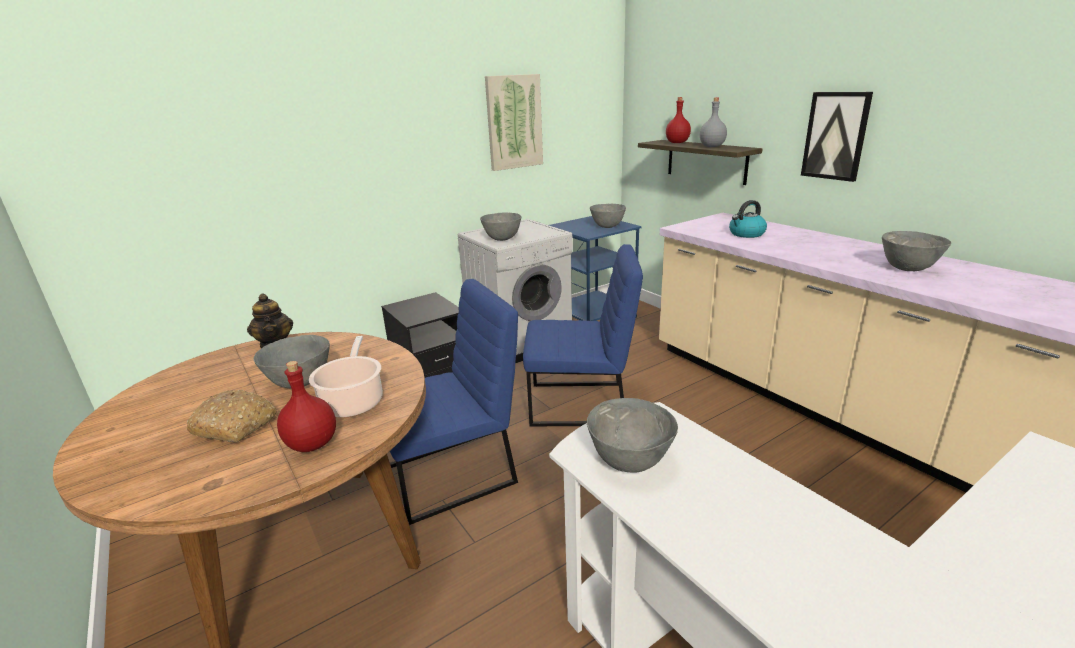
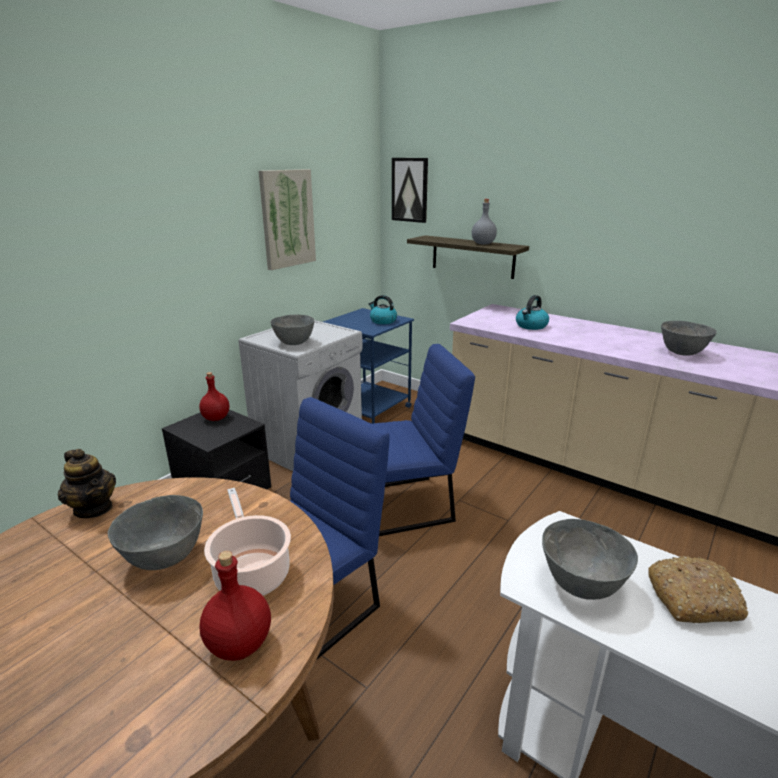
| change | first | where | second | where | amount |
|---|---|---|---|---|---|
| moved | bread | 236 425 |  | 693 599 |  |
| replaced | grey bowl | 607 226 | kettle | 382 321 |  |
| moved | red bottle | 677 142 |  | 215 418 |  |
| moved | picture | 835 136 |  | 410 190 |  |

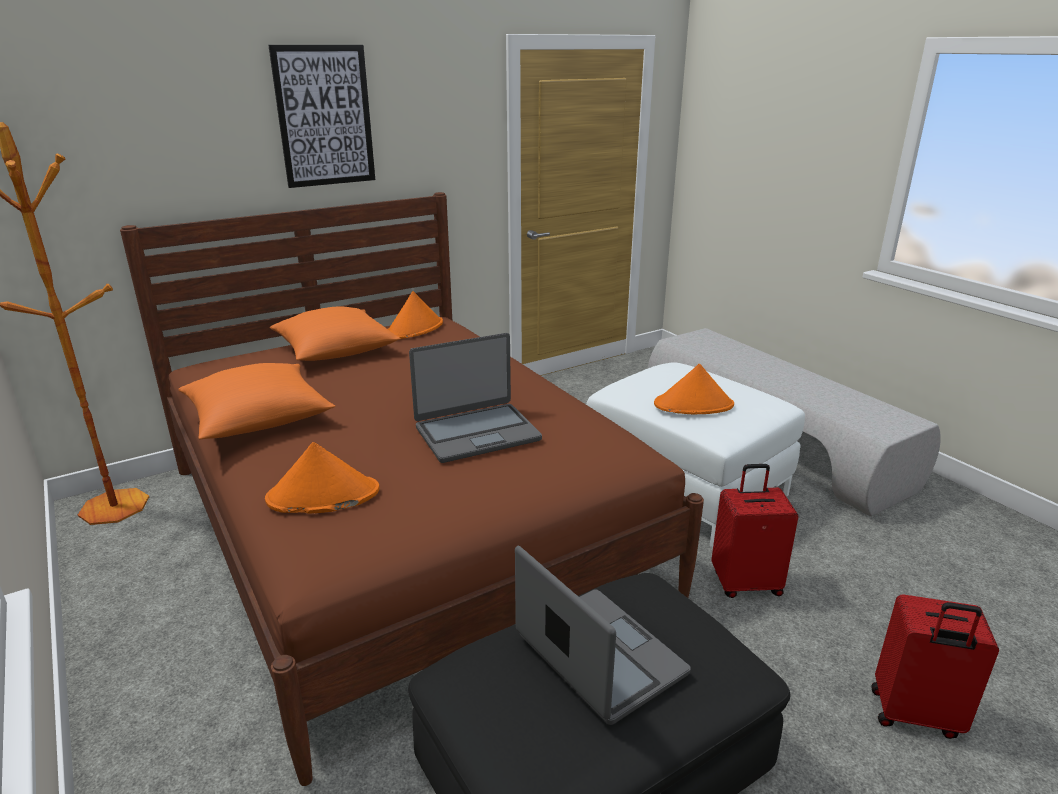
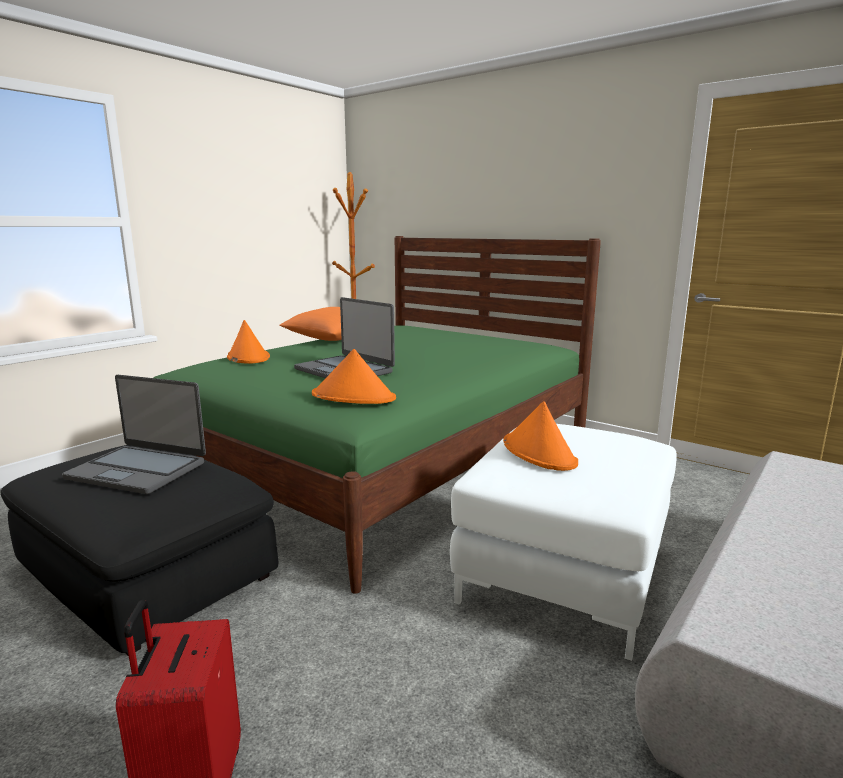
| change | first | where | second | where | amount |
|---|---|---|---|---|---|
| recoloured | brown bed | 403 527 | green bed | 386 459 |  |
| removed | picture | 324 116 |  |  |  |
| removed | orange pillow | 335 351 |  |  |  |
| moved | orange hat | 415 329 |  | 354 397 |  |
| turned | laptop | 598 656 |  | 138 470 | 75 degrees clockwise |
| removed | red suitcase | 745 583 |  |  |  |

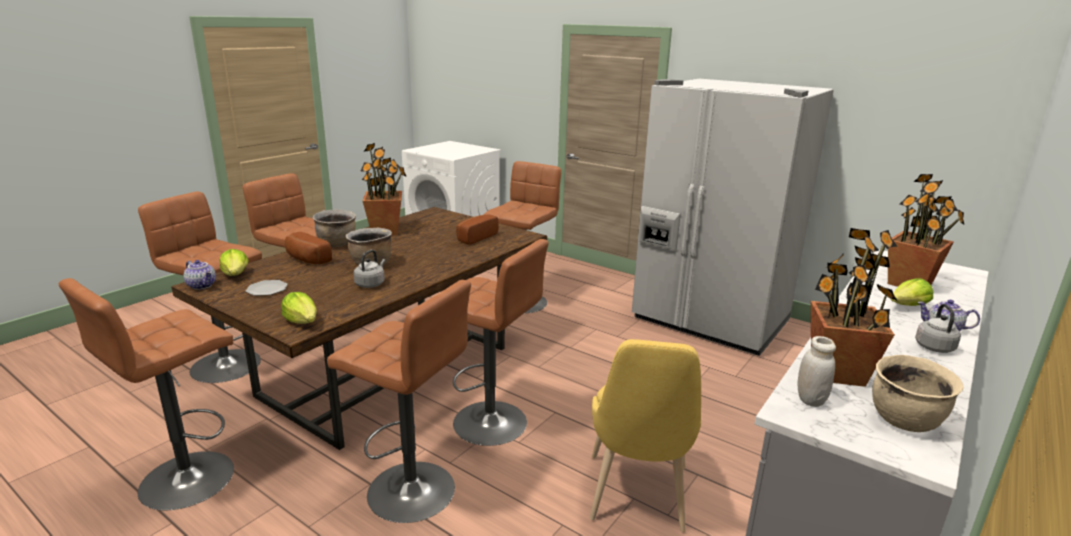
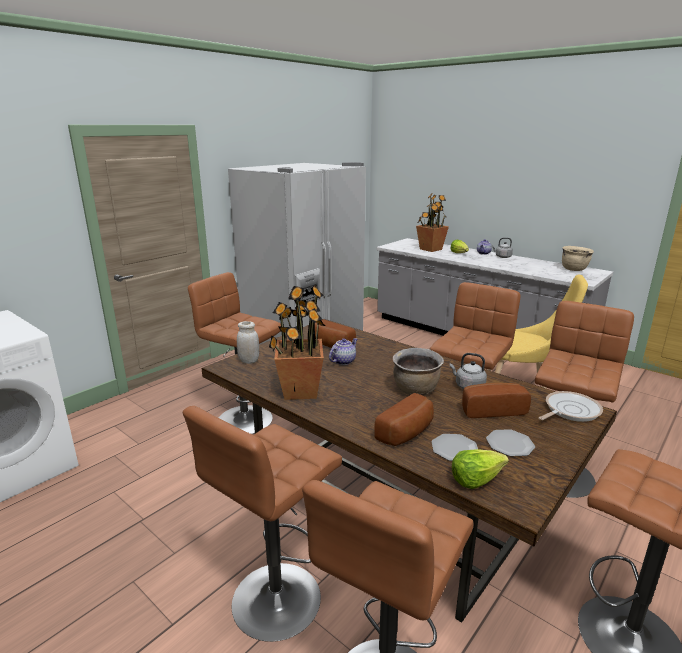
| change | first | where | second | where | amount |
|---|---|---|---|---|---|
| moved | teapot | 202 285 |  | 343 361 |  |
| replaced | lettuce | 302 321 | frying pan | 569 410 |  |
| removed | brown cooking pot | 337 244 |  |  |  |
| moved | white jar | 810 400 |  | 249 361 |  |
| removed | potted plant | 836 373 |  |  |  |
| added |  |  | plate | 455 449 |  |
| added |  |  | bread | 491 409 |  |

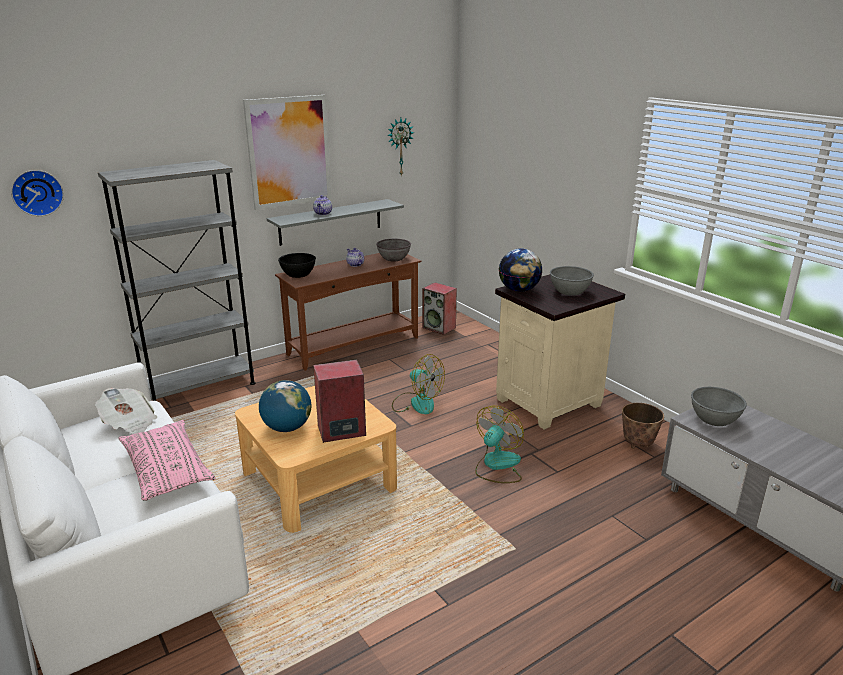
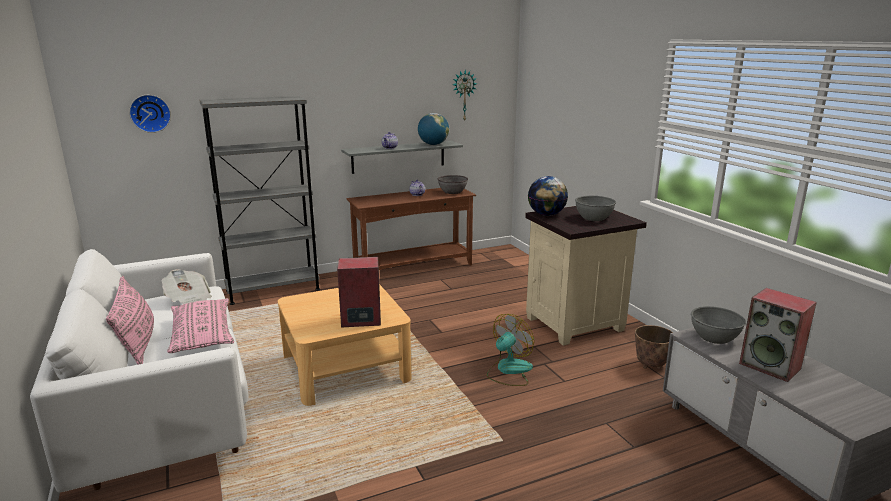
| change | first | where | second | where | amount |
|---|---|---|---|---|---|
| removed | picture | 289 152 |  |  |  |
| moved | globe | 287 428 |  | 433 144 |  |
| removed | black bowl | 298 274 |  |  |  |
| removed | fan | 416 403 |  |  |  |
| moved | speaker | 439 328 |  | 771 366 |  |
| added |  |  | pink pillow | 137 344 |  |

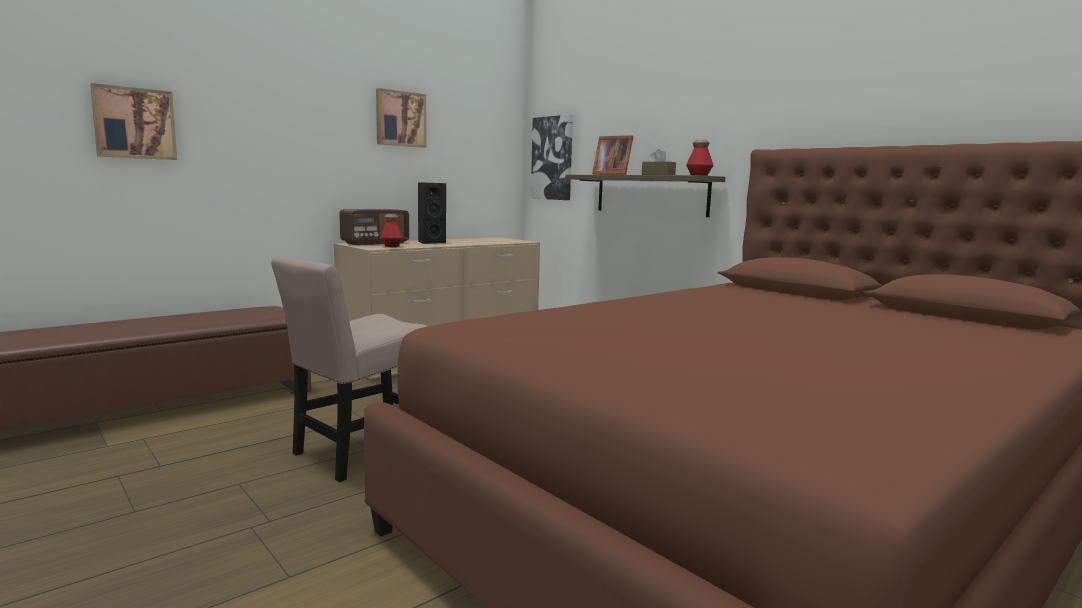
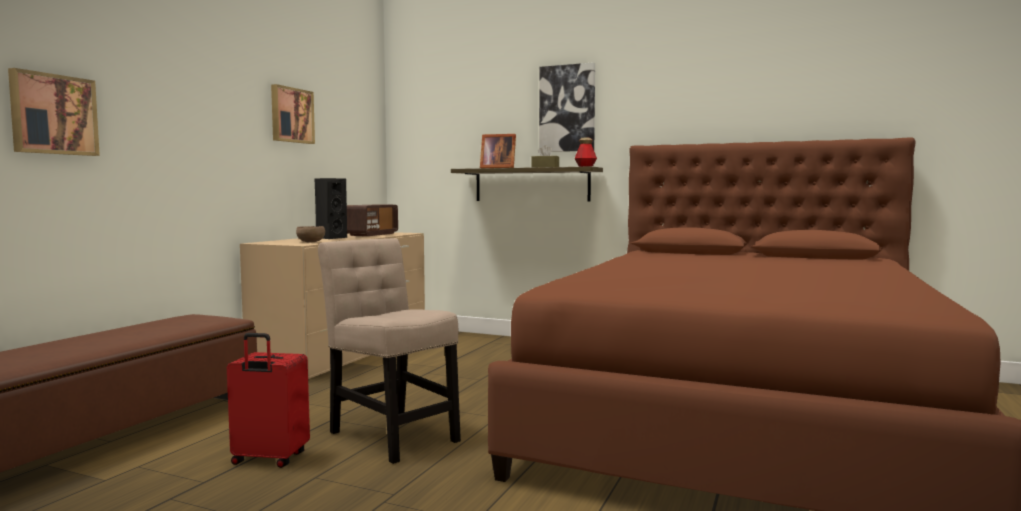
| change | first | where | second | where | amount |
|---|---|---|---|---|---|
| turned | beige chair | 359 452 |  | 391 434 | 120 degrees clockwise |
| moved | radio | 375 243 |  | 372 234 |  |
| replaced | bottle | 391 246 | brown bowl | 310 242 |  |
| moved | picture | 553 158 |  | 567 108 |  |
| added |  |  | red suitcase | 269 459 |  |

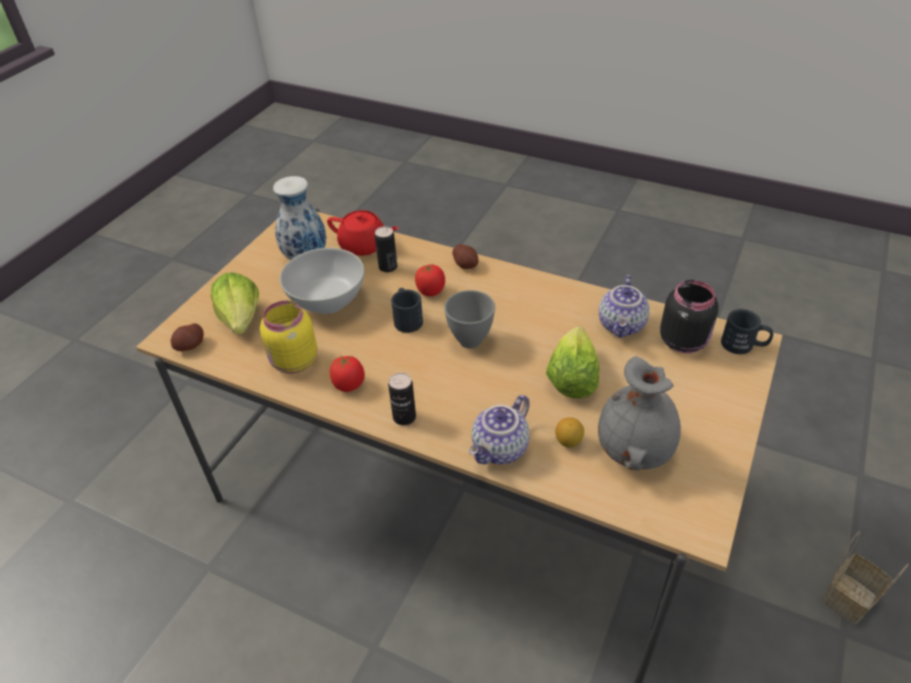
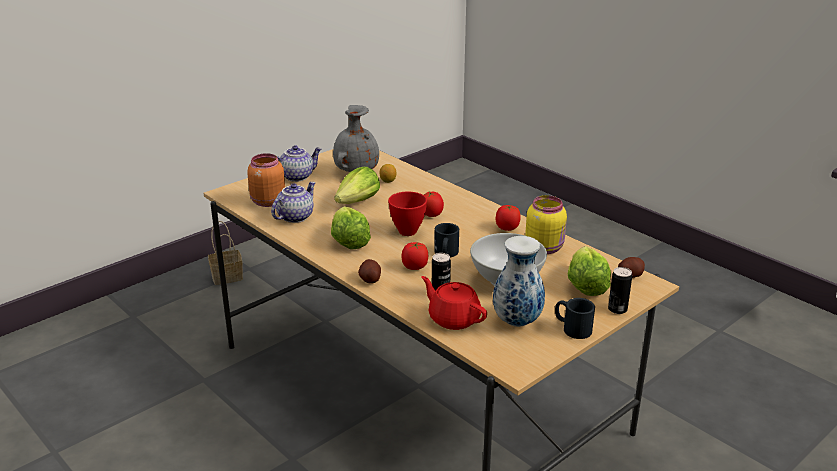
| change | first | where | second | where | amount |
|---|---|---|---|---|---|
| moved | can | 404 417 |  | 617 309 |  |
| recoloured | grey bowl | 469 341 | red bowl | 408 231 |  |
| moved | teapot | 501 449 |  | 297 176 |  |
| recoloured | black jar | 684 341 | orange jar | 267 202 |  |
| moved | black mug | 744 345 |  | 572 328 |  |
| added |  |  | lettuce | 349 241 |  |
| added |  |  | tomato | 431 214 |  |

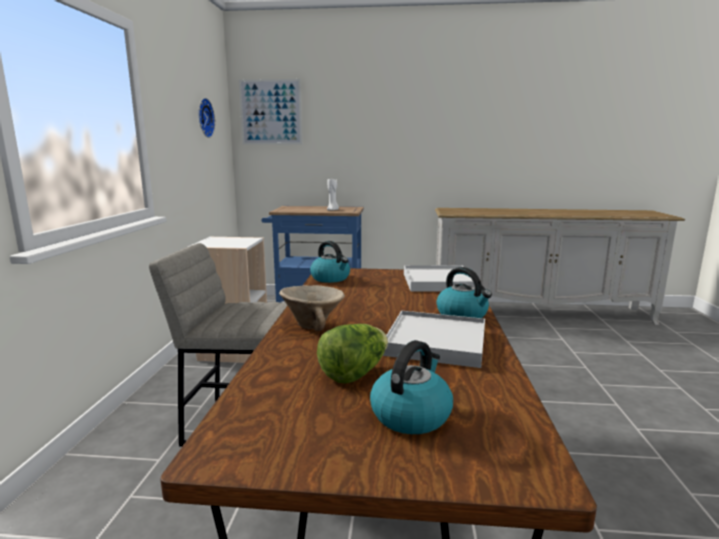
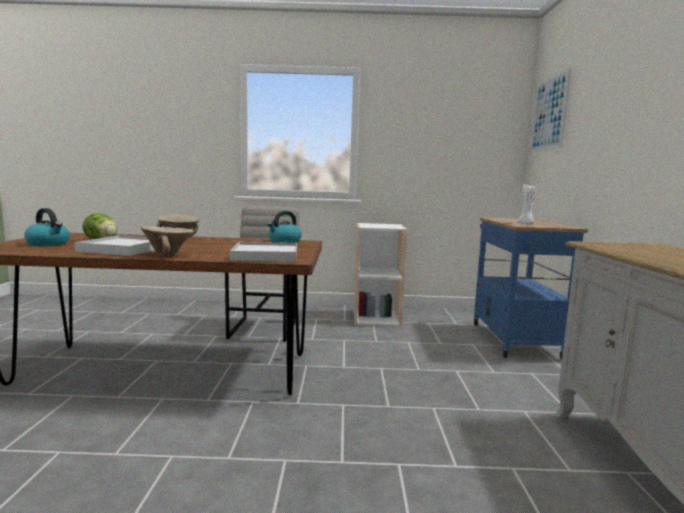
| change | first | where | second | where | amount |
|---|---|---|---|---|---|
| removed | wall clock | 204 118 |  |  |  |
| replaced | kettle | 462 315 | beige bowl | 169 255 |  |

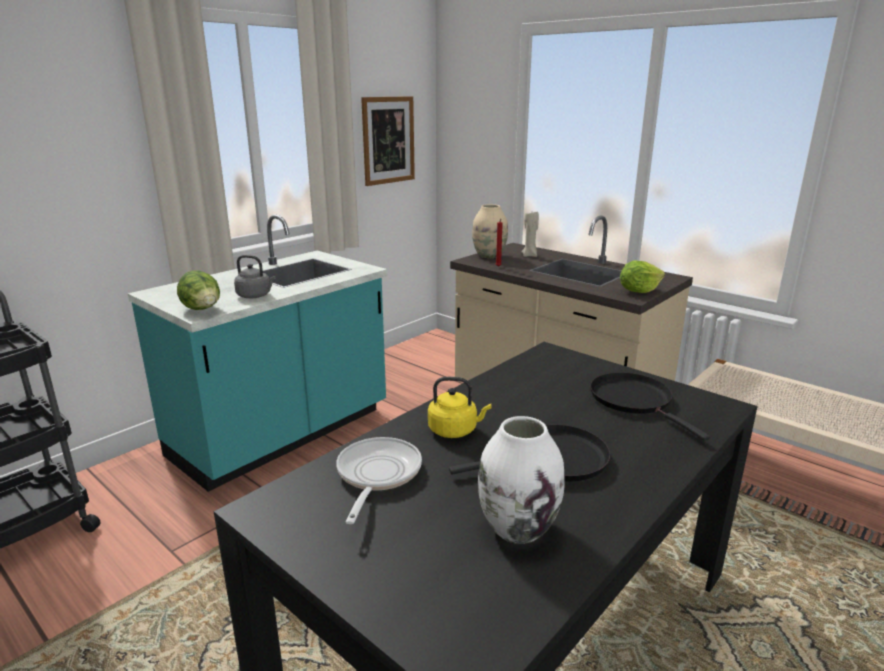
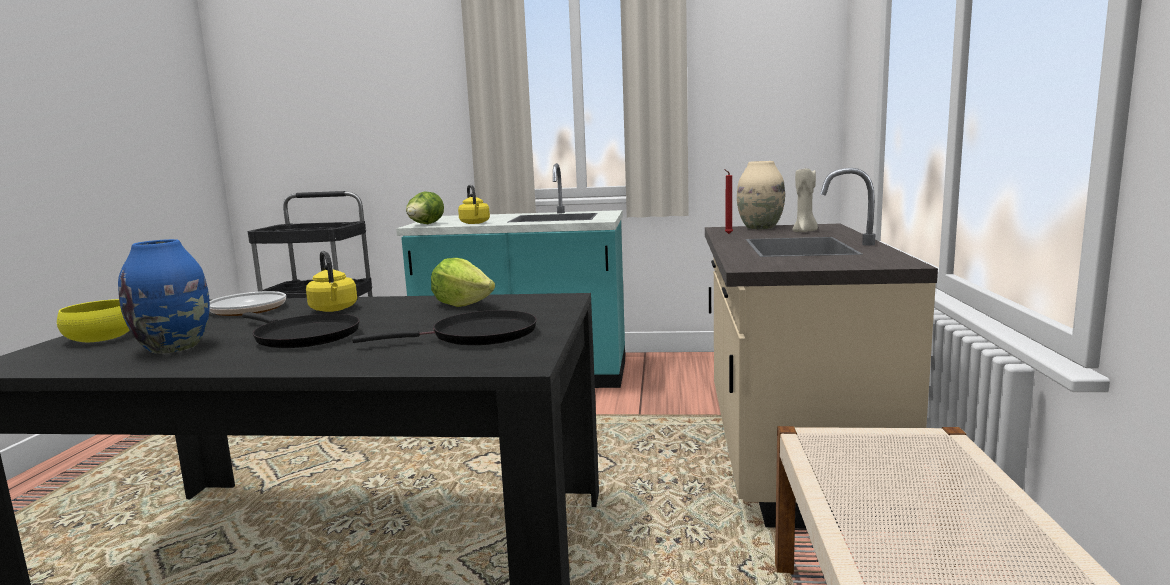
| change | first | where | second | where | amount |
|---|---|---|---|---|---|
| recoloured | grey kettle | 255 296 | yellow kettle | 475 223 |  |
| removed | picture | 388 140 |  |  |  |
| recoloured | white vase | 518 528 | blue vase | 175 347 |  |
| turned | black frying pan | 634 400 |  | 477 335 | 45 degrees clockwise |
| moved | lettuce | 638 291 |  | 462 304 |  |
| added |  |  | yellow bowl | 101 338 |  |

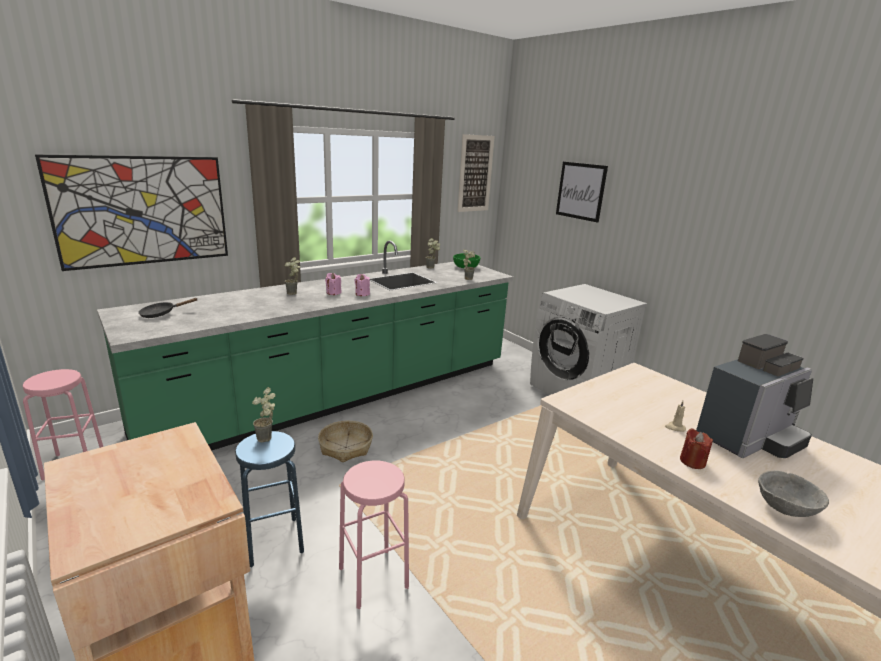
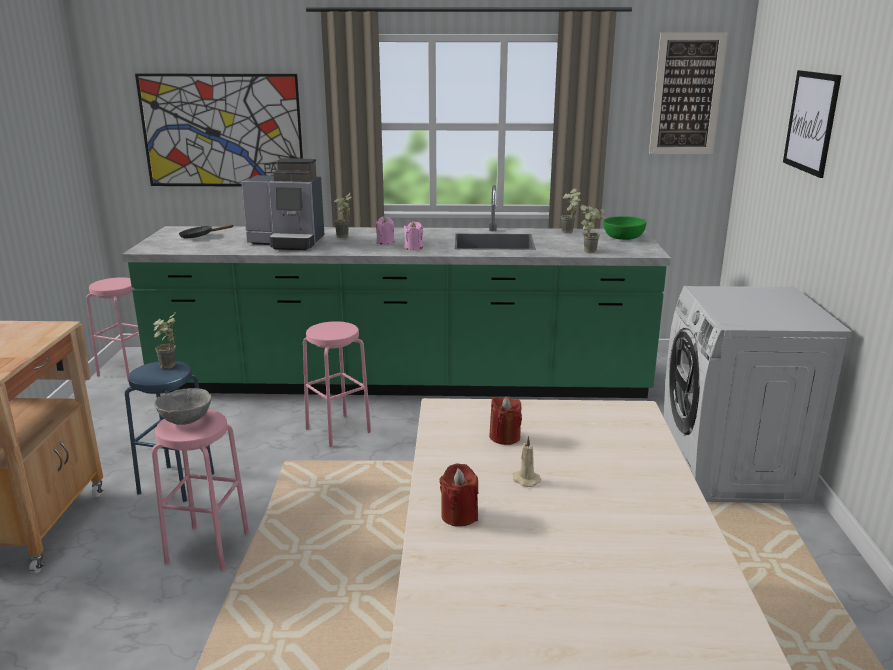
| change | first | where | second | where | amount |
|---|---|---|---|---|---|
| replaced | basket | 346 447 | pink stool | 338 430 |  |
| moved | coffee machine | 749 439 |  | 288 242 |  |
| moved | grey bowl | 786 509 |  | 185 421 |  |
| added |  |  | red candle | 504 437 |  |

